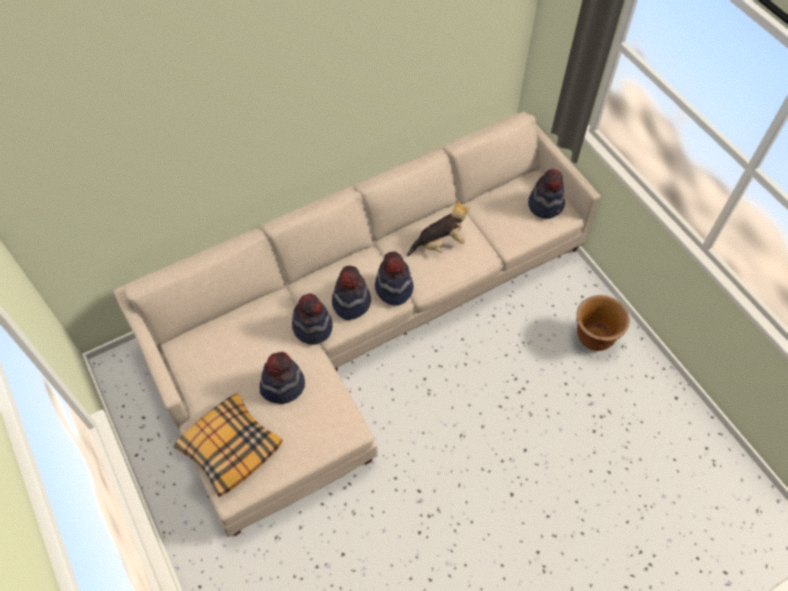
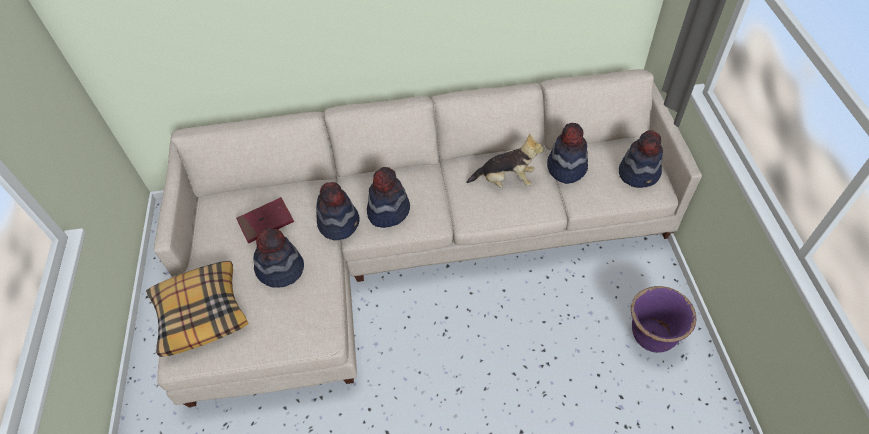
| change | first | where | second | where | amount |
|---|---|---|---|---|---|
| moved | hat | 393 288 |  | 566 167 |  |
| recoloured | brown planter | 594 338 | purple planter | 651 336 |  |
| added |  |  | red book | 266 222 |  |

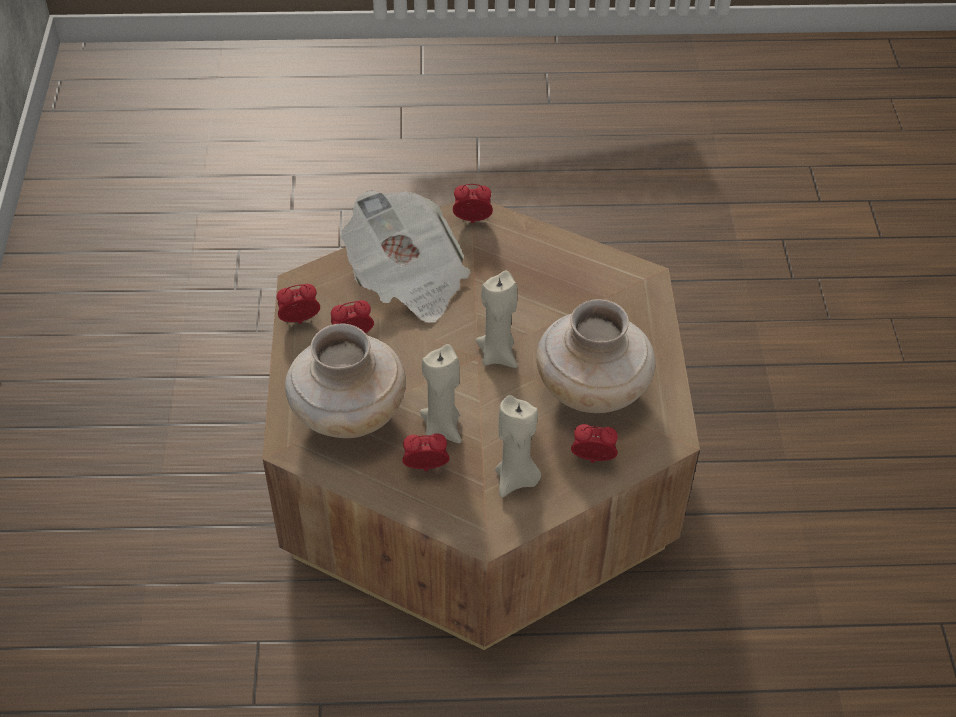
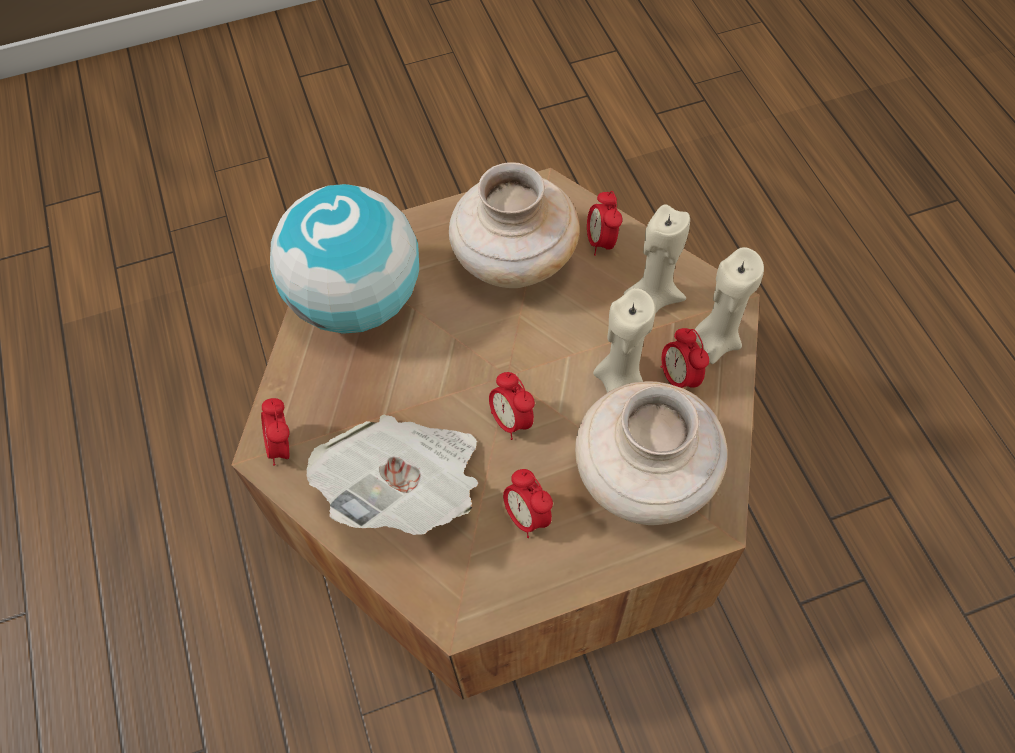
| change | first | where | second | where | amount |
|---|---|---|---|---|---|
| moved | alarm clock | 300 321 |  | 511 420 |  |
| moved | beige candle | 498 354 |  | 716 341 |  |
| added |  |  | globe | 357 301 |  |

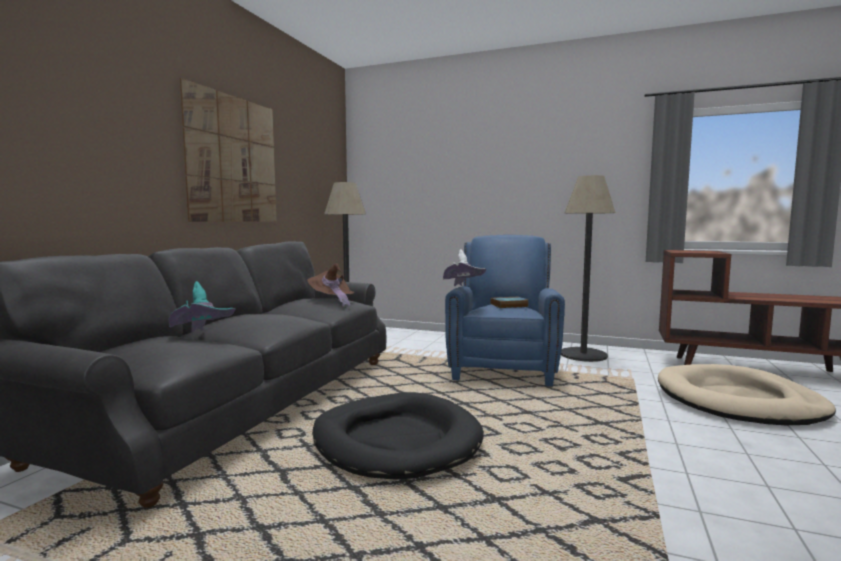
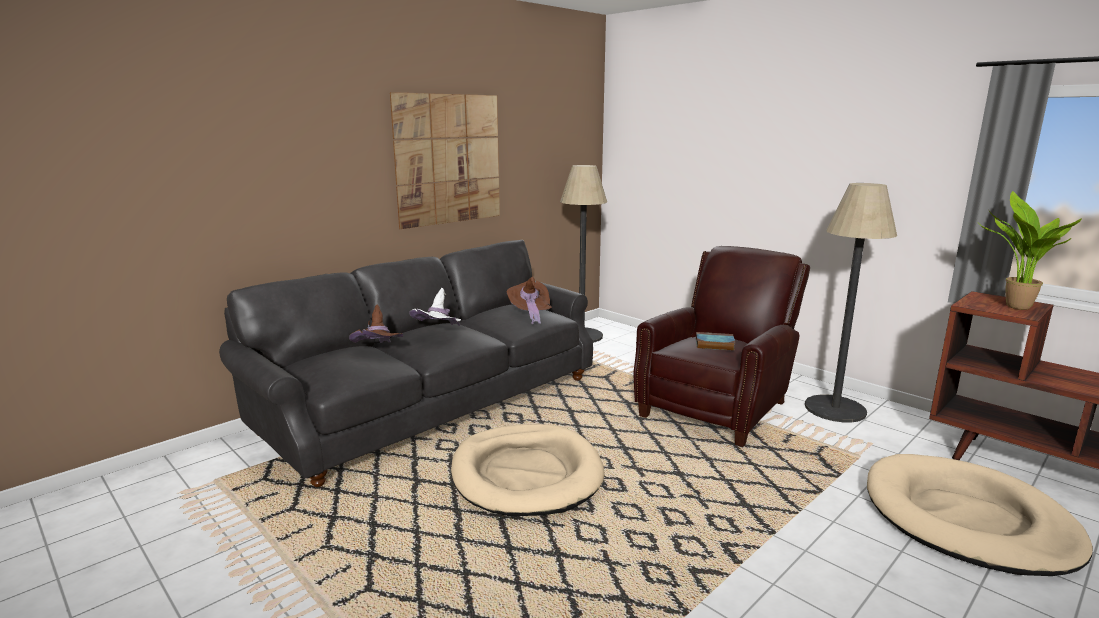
| change | first | where | second | where | amount |
|---|---|---|---|---|---|
| recoloured | turquoise hat | 202 339 | brown hat | 379 355 |  |
| recoloured | black dog bed | 396 440 | beige dog bed | 526 474 |  |
| moved | white hat | 462 290 |  | 439 335 |  |
| recoloured | blue armchair | 503 364 | brown armchair | 718 404 |  |
| added |  |  | potted plant | 1013 307 |  |

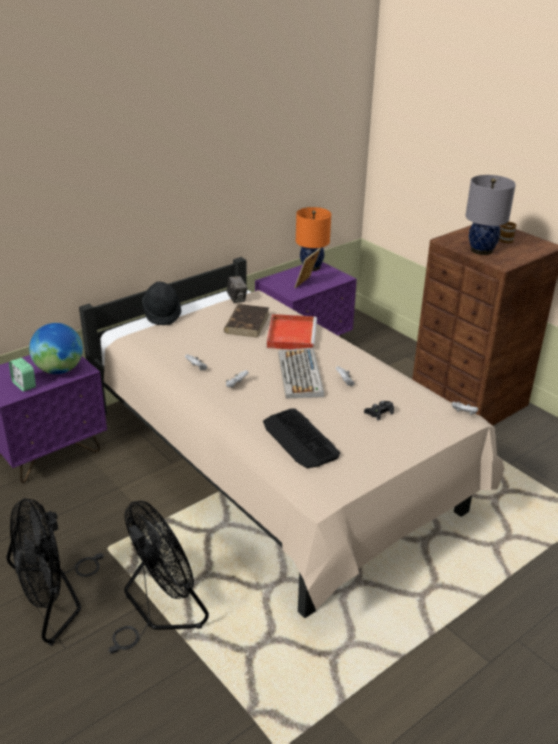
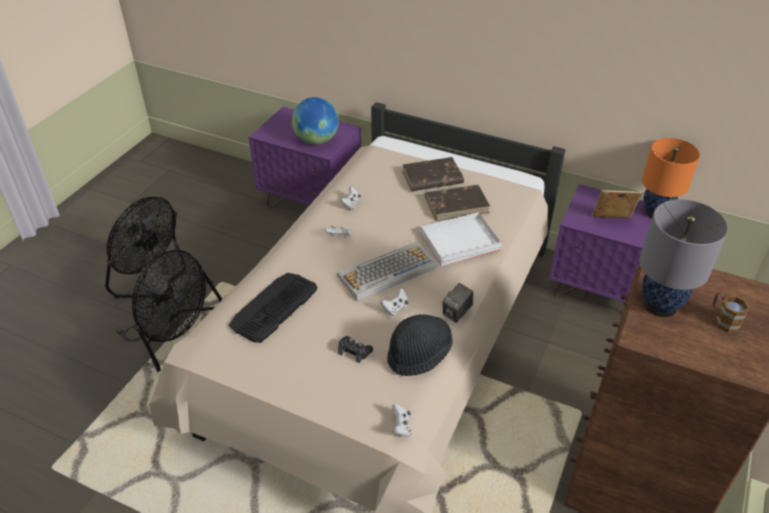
| change | first | where | second | where | amount |
|---|---|---|---|---|---|
| removed | alarm clock | 24 385 |  |  |  |
| moved | black hat | 162 314 |  | 419 354 |  |
| moved | photo camera | 237 299 |  | 457 313 |  |
| recoloured | red tray | 291 334 | white tray | 461 241 |  |
| added |  |  | brown book | 431 178 |  |

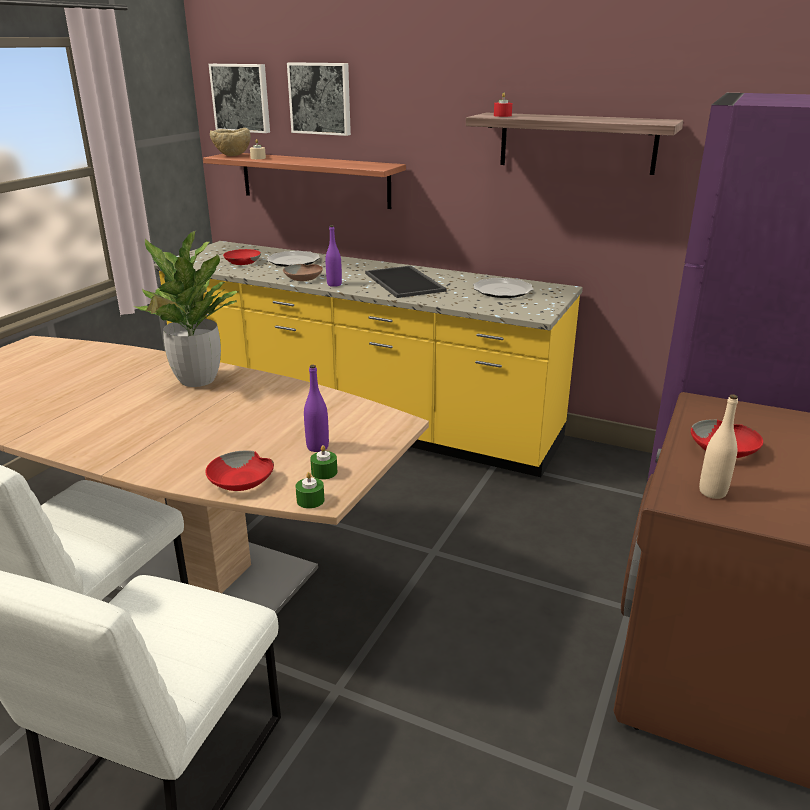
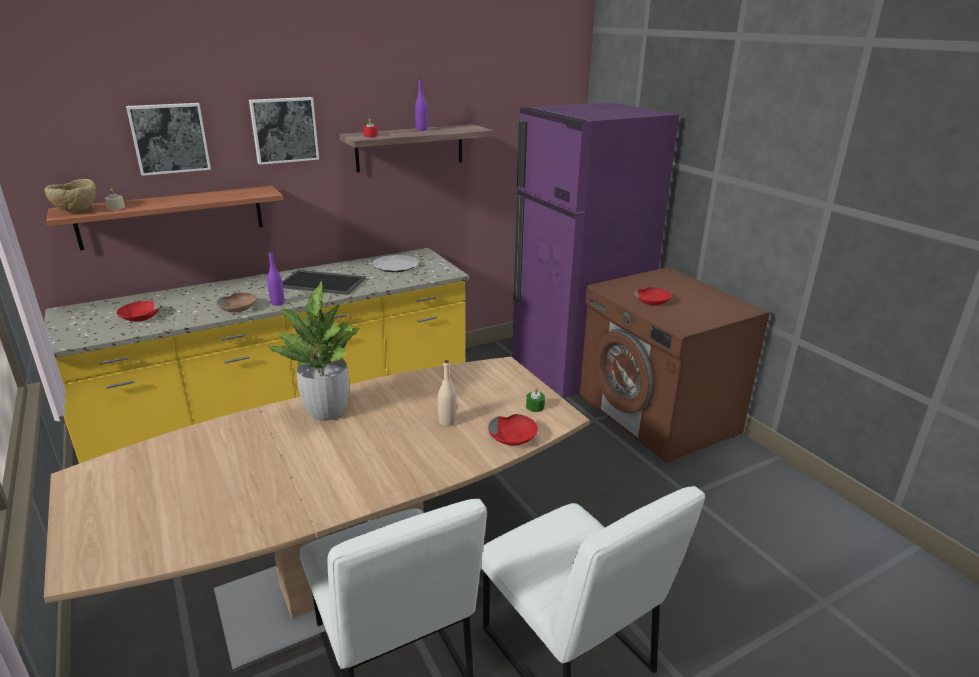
| change | first | where | second | where | amount |
|---|---|---|---|---|---|
| moved | picture | 241 98 |  | 284 130 |  |
| removed | plate | 293 261 |  |  |  |
| removed | green candle | 310 500 |  |  |  |
| moved | purple bottle | 317 447 |  | 421 129 |  |
| moved | beige bottle | 712 492 |  | 447 422 |  |

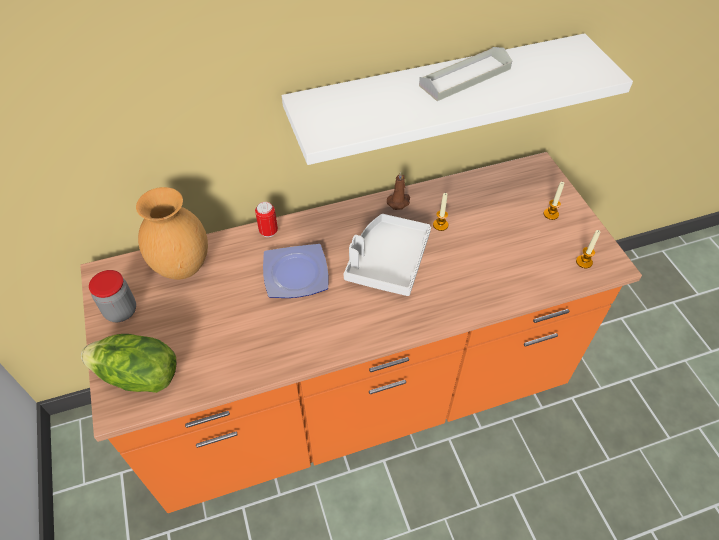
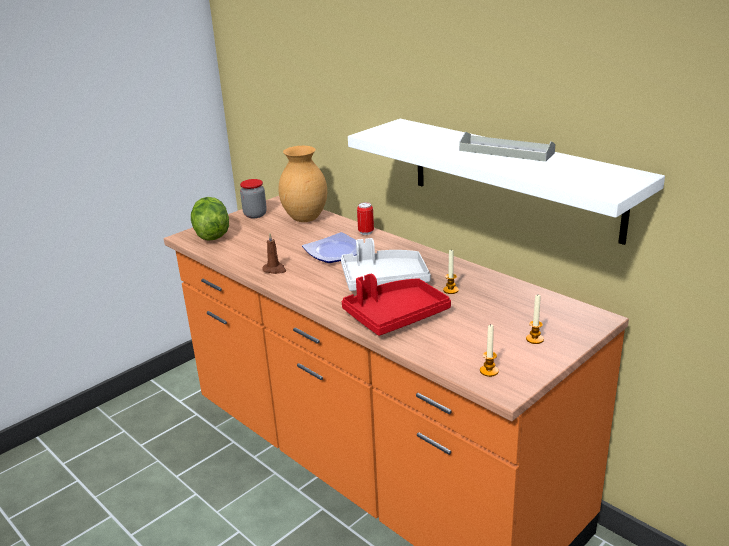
| change | first | where | second | where | amount |
|---|---|---|---|---|---|
| moved | brown candle | 399 201 |  | 275 270 |  |
| added |  |  | red tray | 395 316 |  |

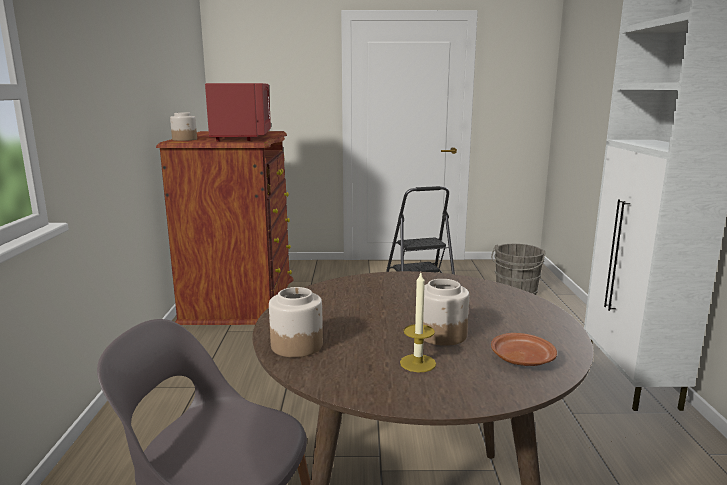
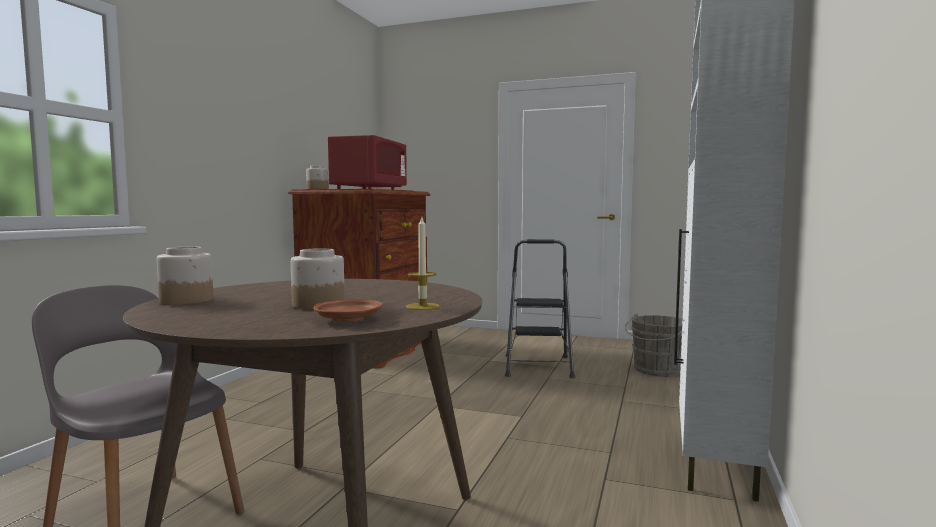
| change | first | where | second | where | amount |
|---|---|---|---|---|---|
| moved | candle | 418 363 |  | 422 306 |  |

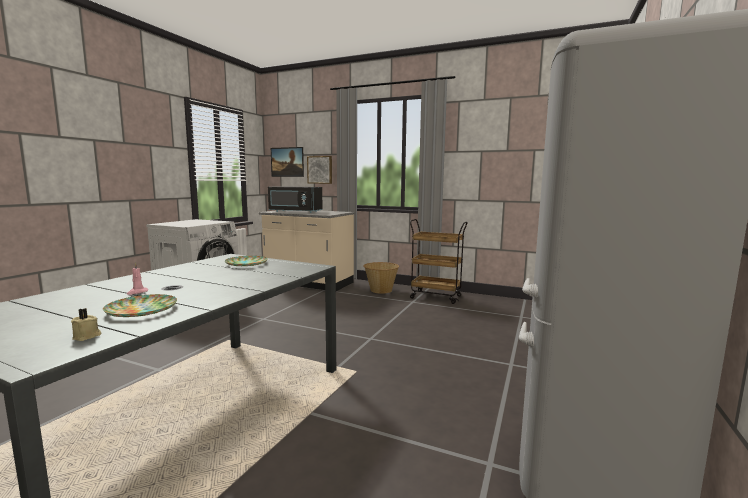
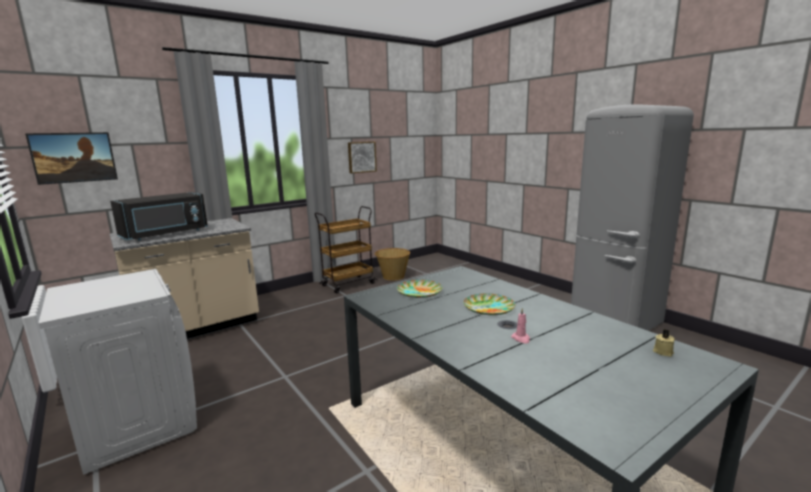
| change | first | where | second | where | amount |
|---|---|---|---|---|---|
| moved | plate | 142 310 |  | 488 307 |  |
| moved | picture | 320 170 |  | 361 157 |  |
| moved | basket | 380 290 |  | 393 276 |  |

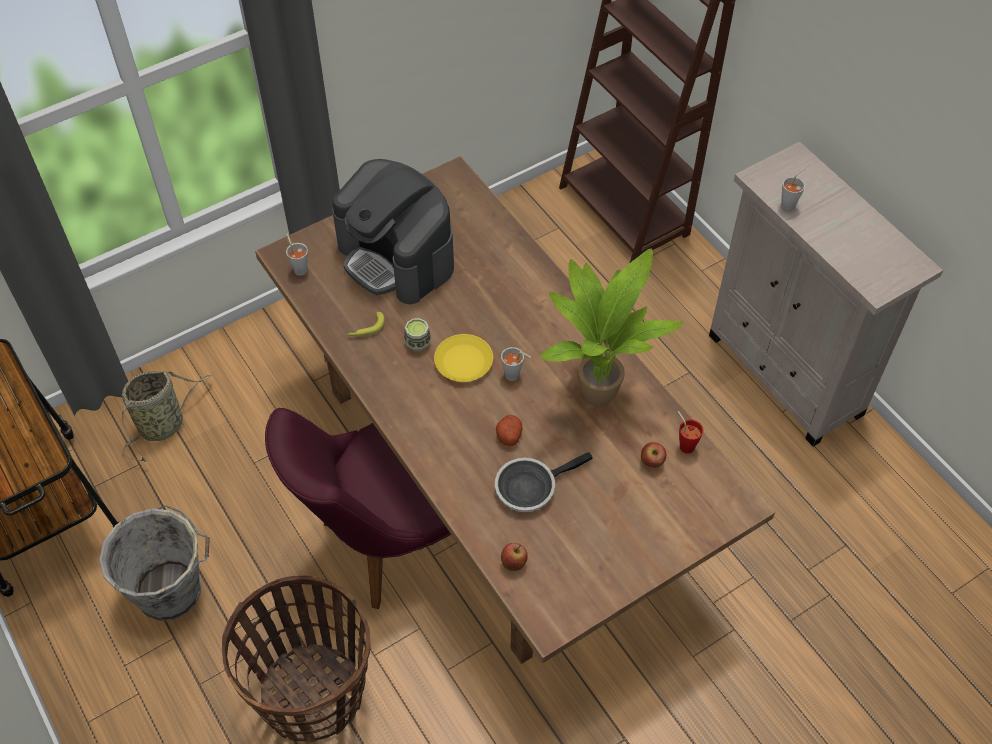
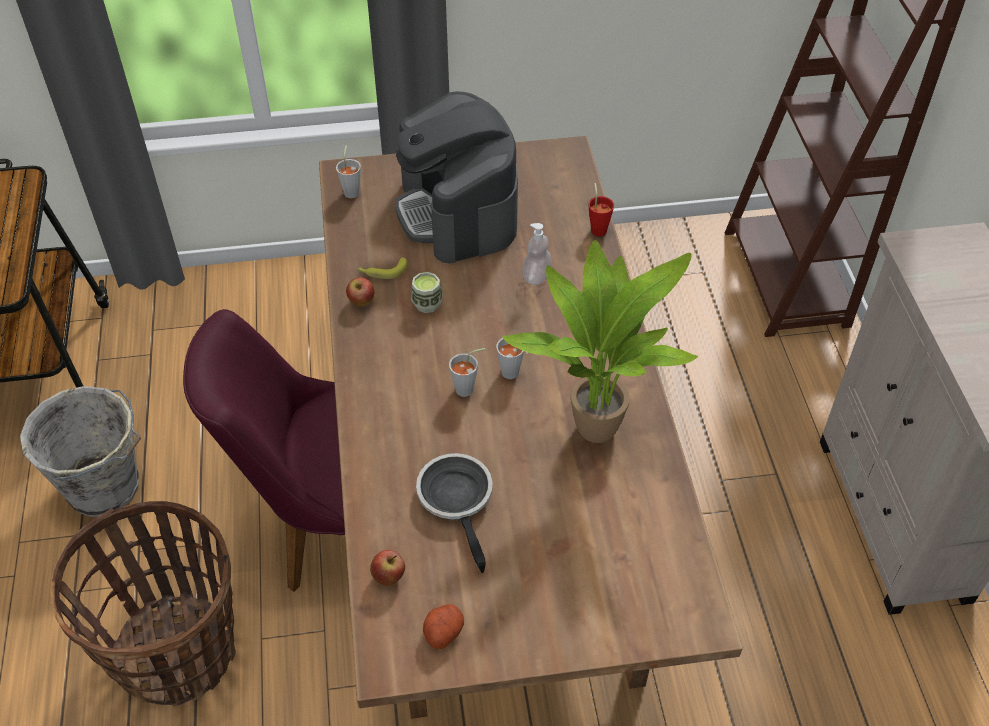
| change | first | where | second | where | amount |
|---|---|---|---|---|---|
| removed | basket | 164 424 |  |  |  |
| removed | yellow plate | 463 361 |  |  |  |
| turned | frying pan | 530 487 |  | 457 500 | 75 degrees clockwise |
| moved | potato | 509 435 |  | 443 631 |  |
| moved | apple | 652 462 |  | 361 302 |  |
| moved | red cup | 685 444 |  | 598 228 |  |
| moved | grey cup | 790 204 |  | 468 389 |  |
| added |  |  | soap dispenser | 536 276 |  |

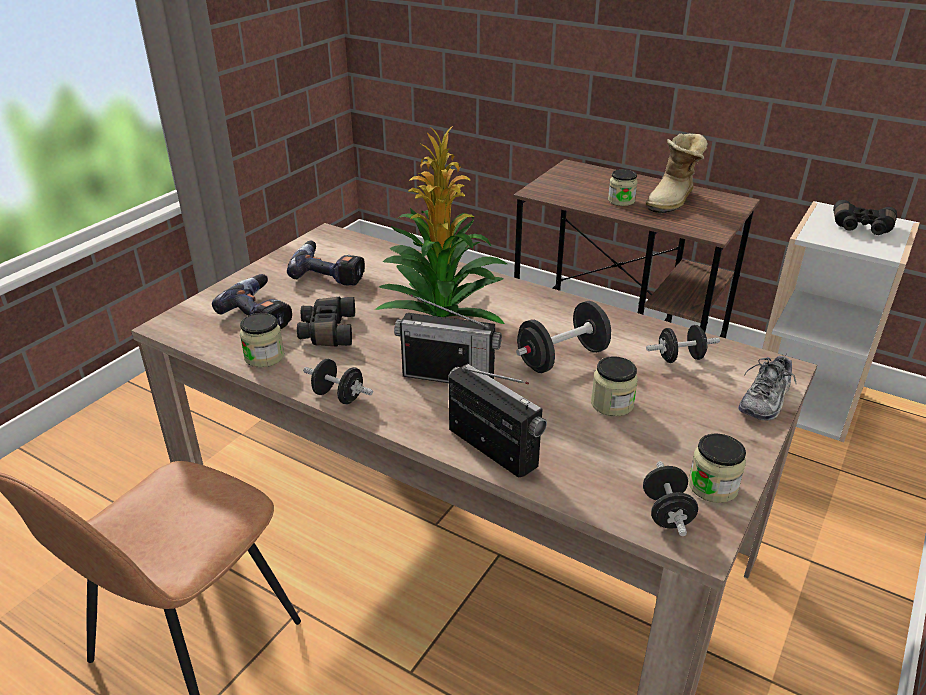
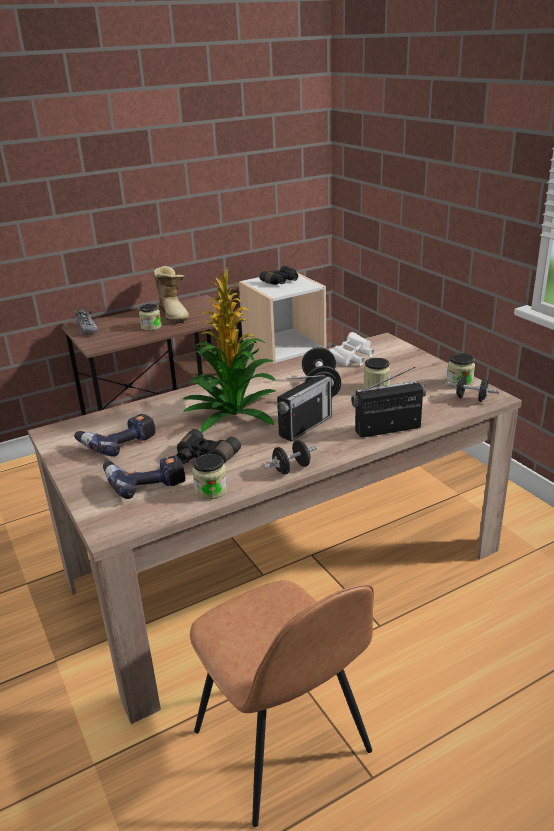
| change | first | where | second | where | amount |
|---|---|---|---|---|---|
| replaced | black dumbbell | 680 358 | white binoculars | 352 359 |  |
| moved | shoe | 765 400 |  | 87 329 |  |

